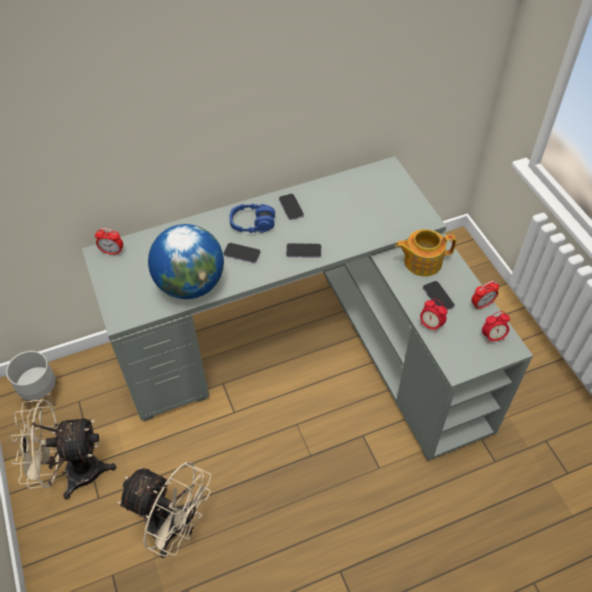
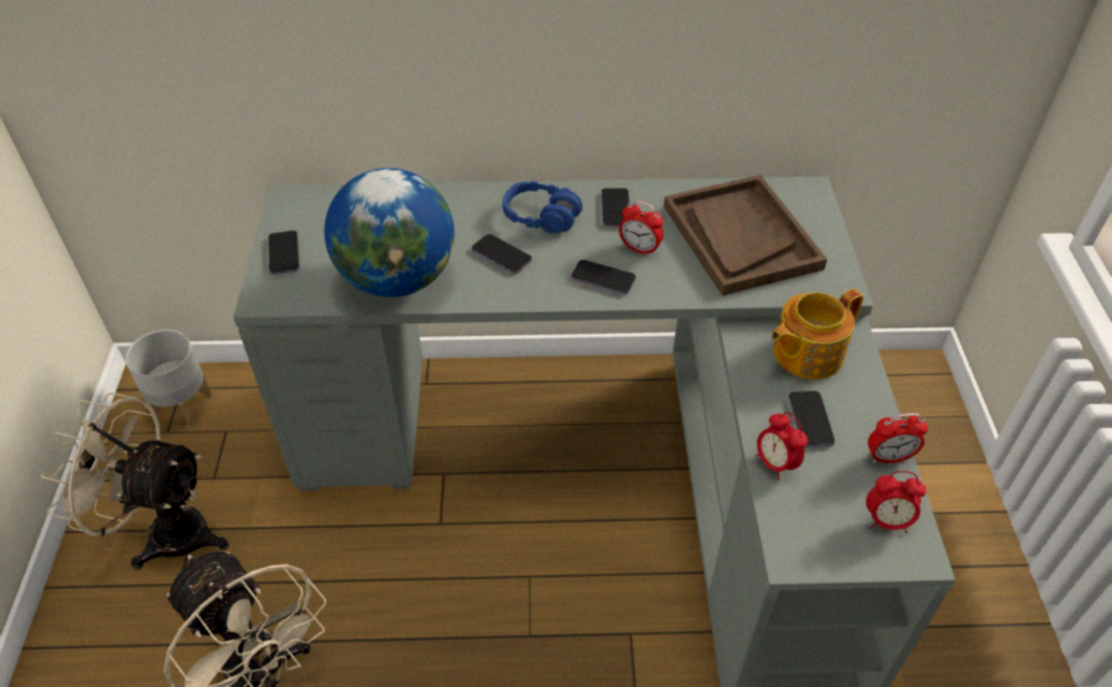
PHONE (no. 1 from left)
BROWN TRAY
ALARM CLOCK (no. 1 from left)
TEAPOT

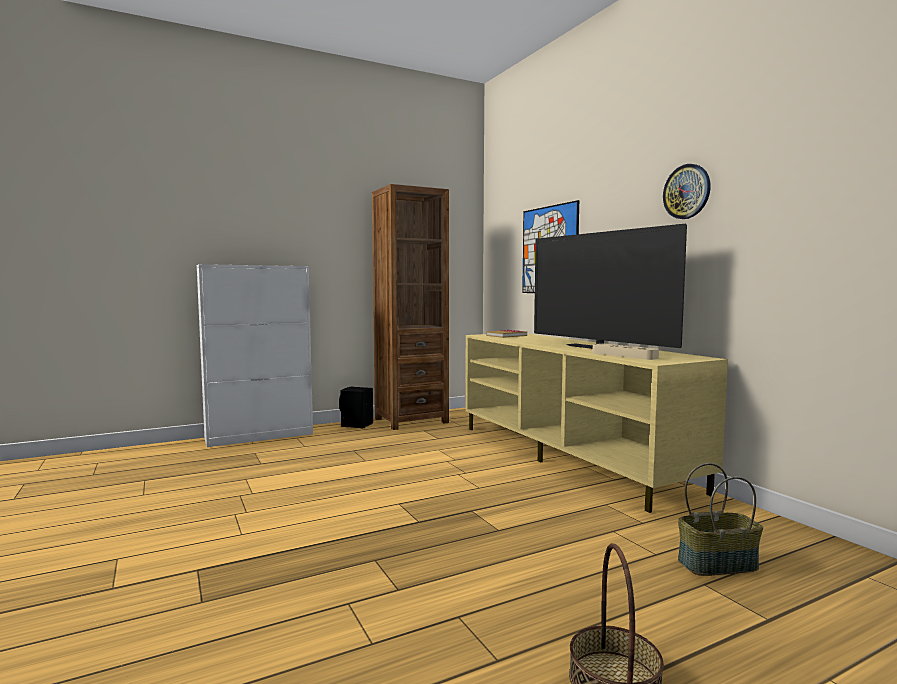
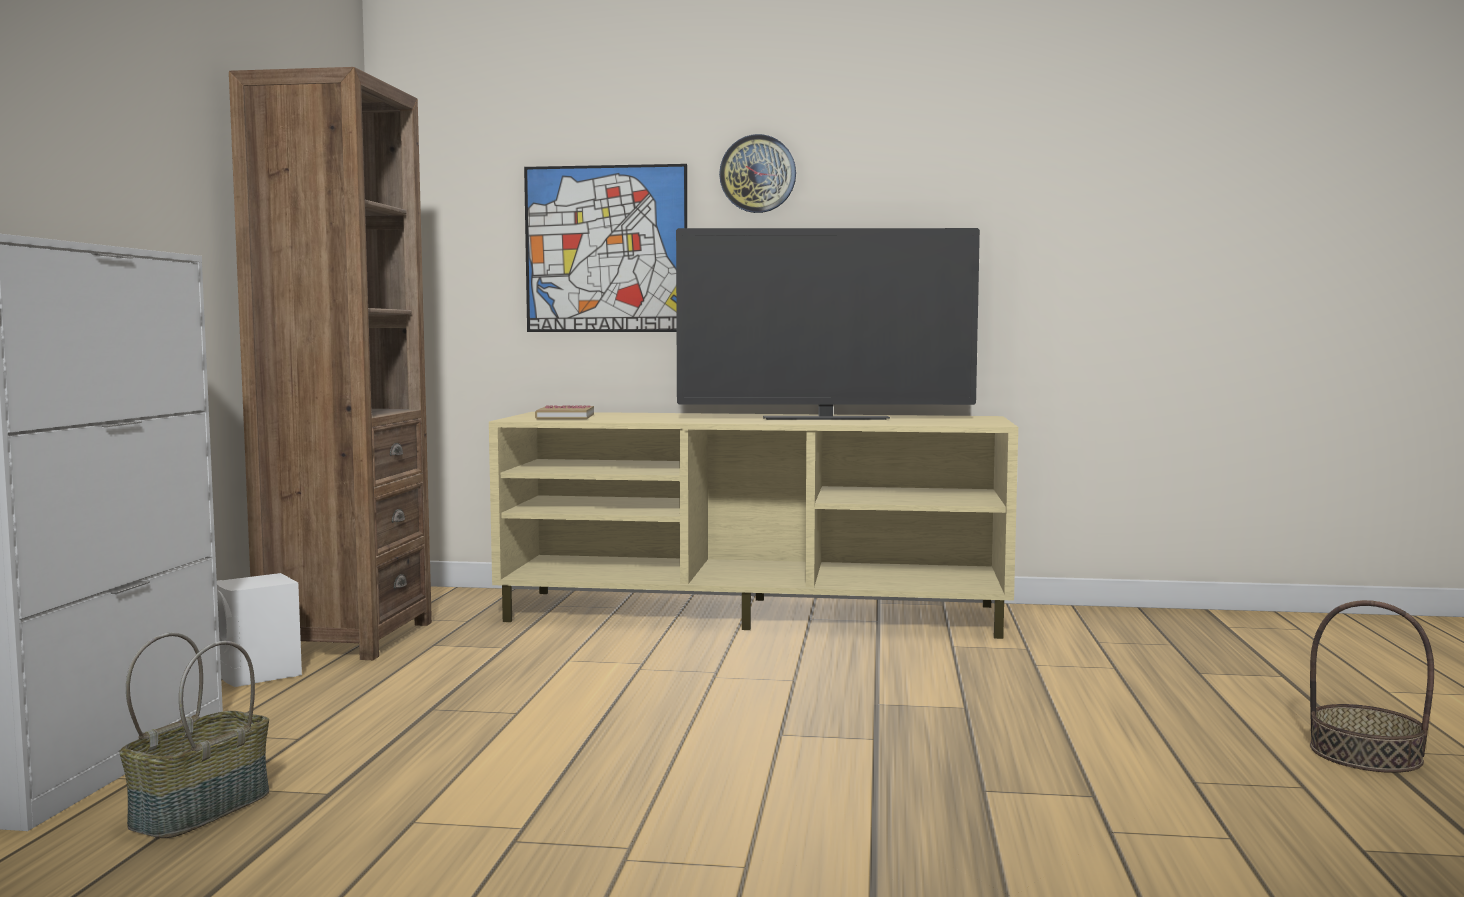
BEIGE TRAY
WALL CLOCK
BASKET (no. 1 from left)
WHITE SPEAKER

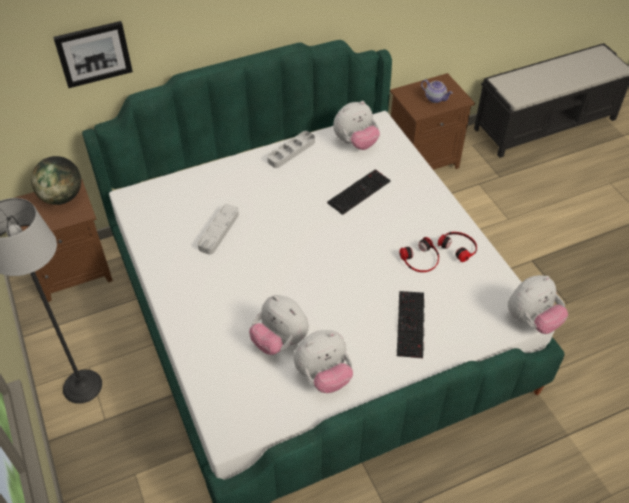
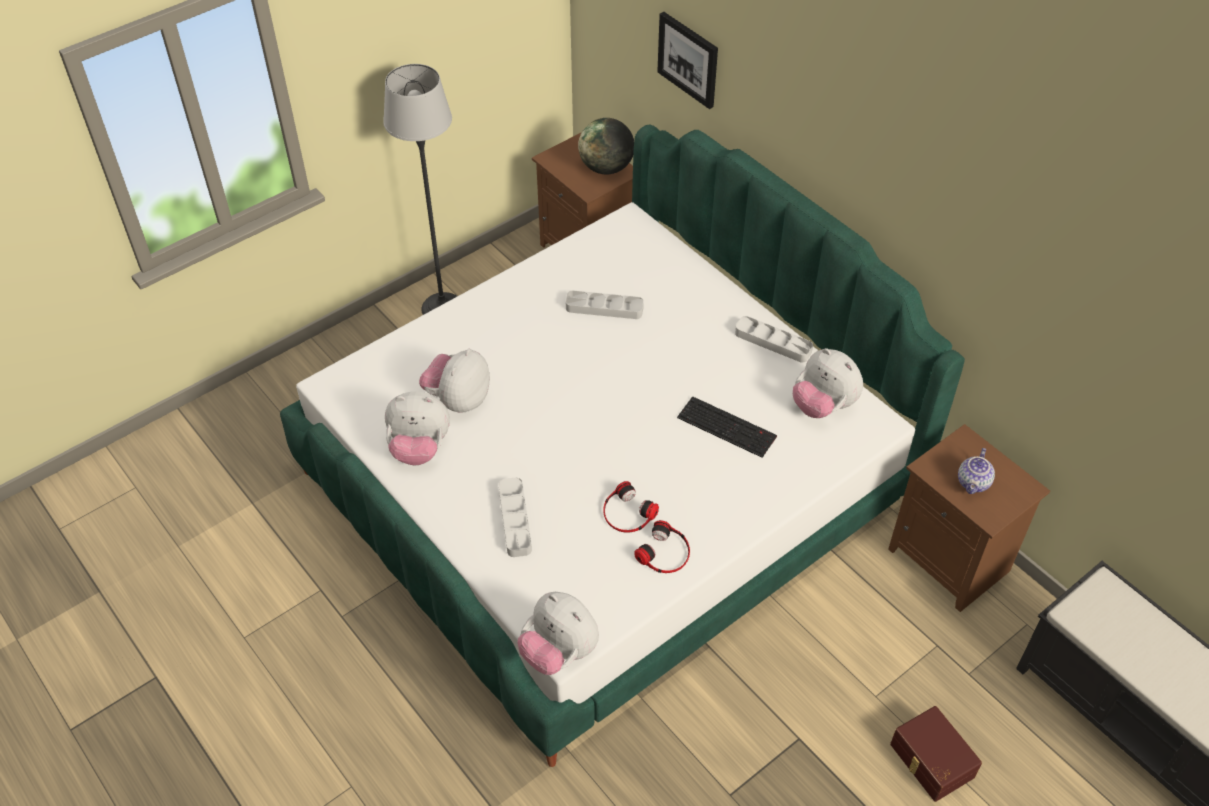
BROWN STORAGE BOX
GREY TRAY (no. 1 from left)
PLUSH TOY (no. 1 from left)

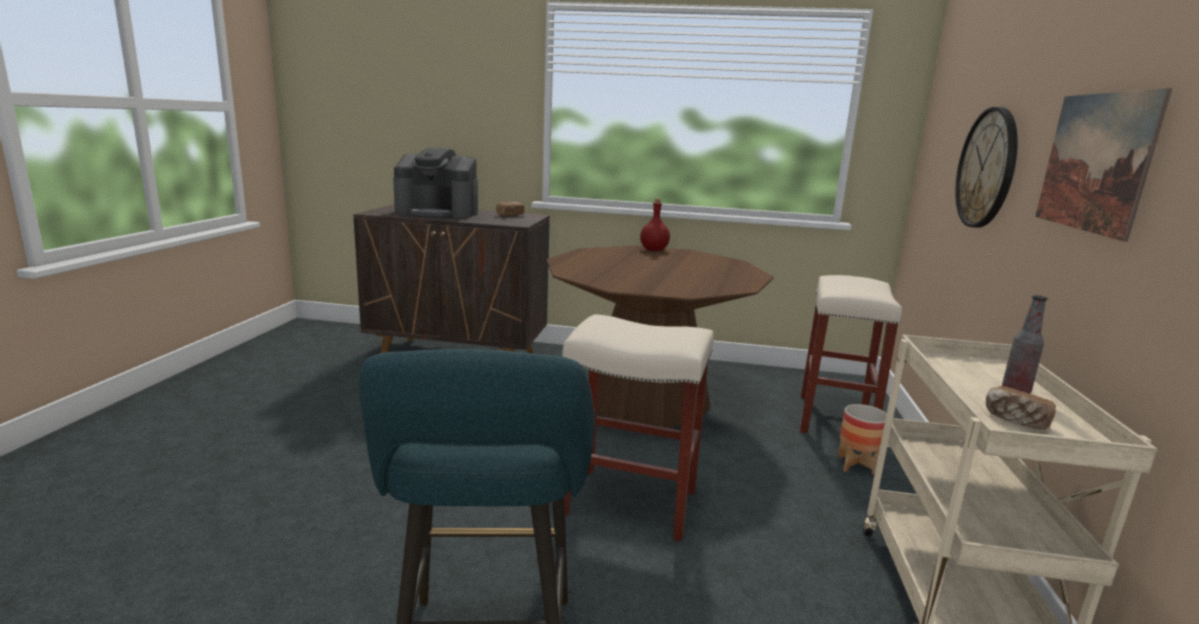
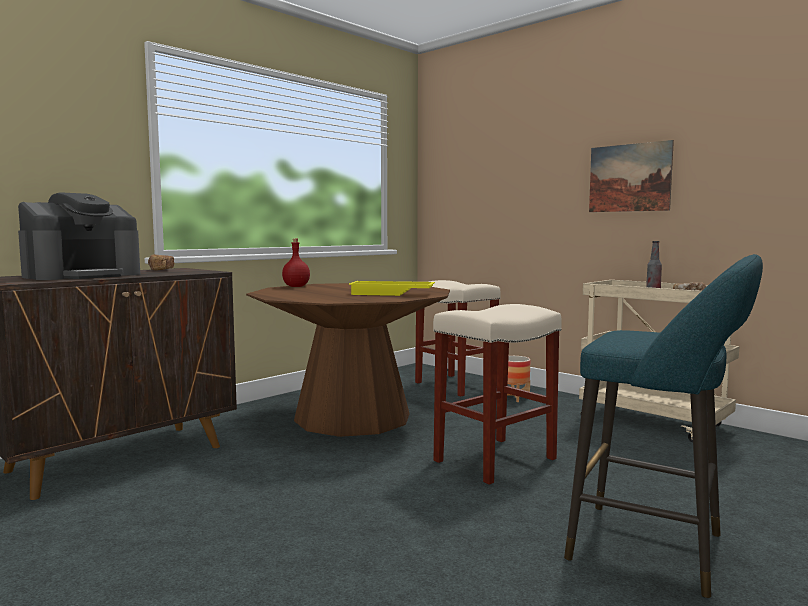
WALL CLOCK
YELLOW TRAY

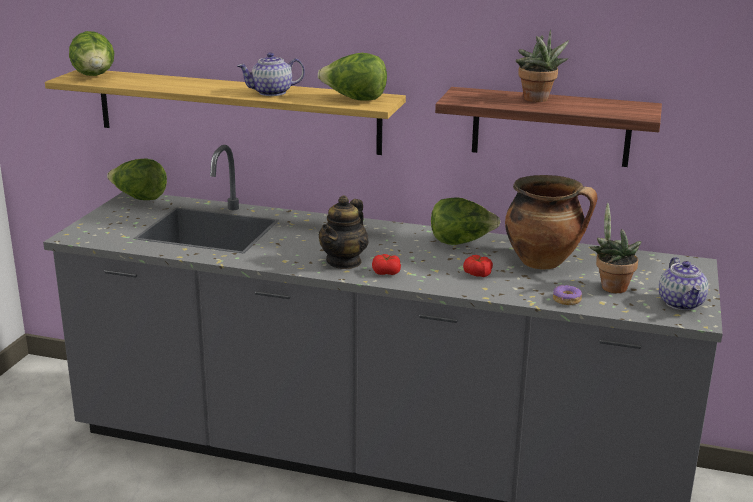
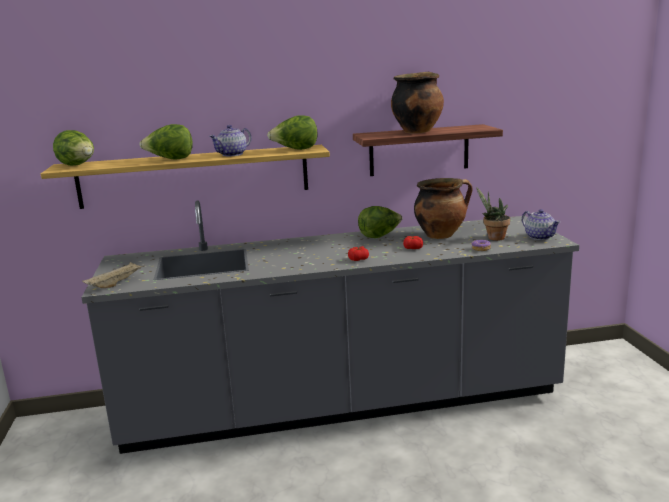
TEAPOT (no. 2 from left in the first image)
BEIGE TRAY
LETTUCE (no. 2 from left)
COOKING POT (no. 1 from left)

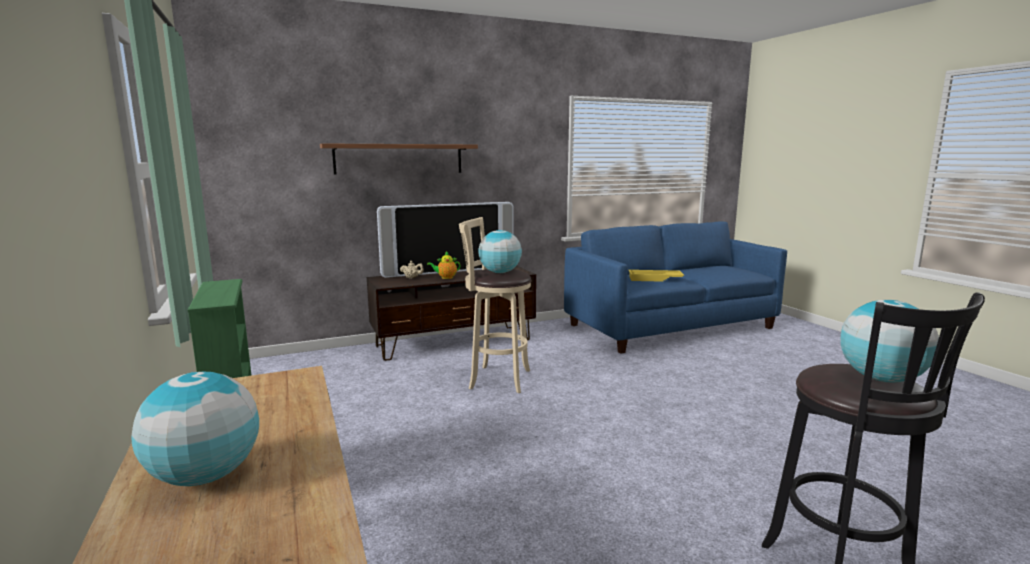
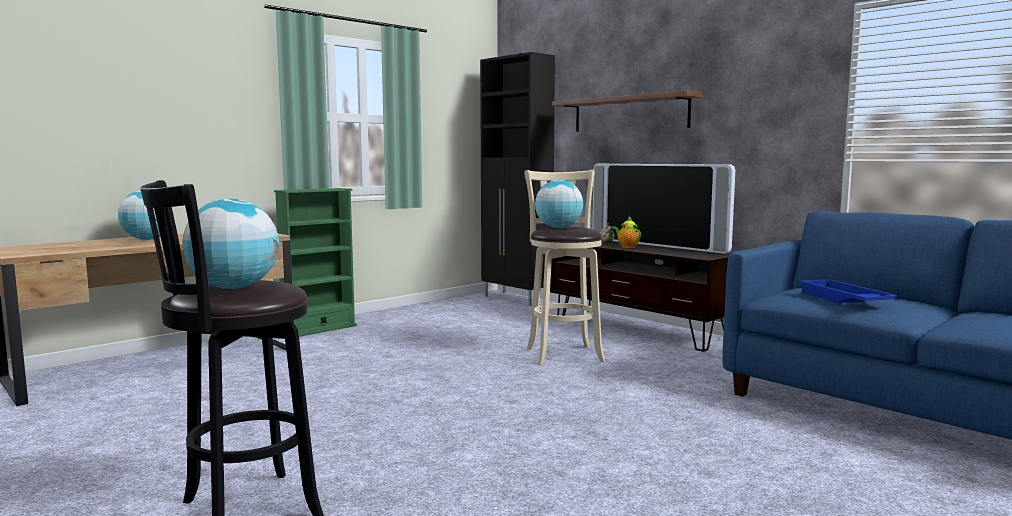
BLACK CABINET
BLUE TRAY

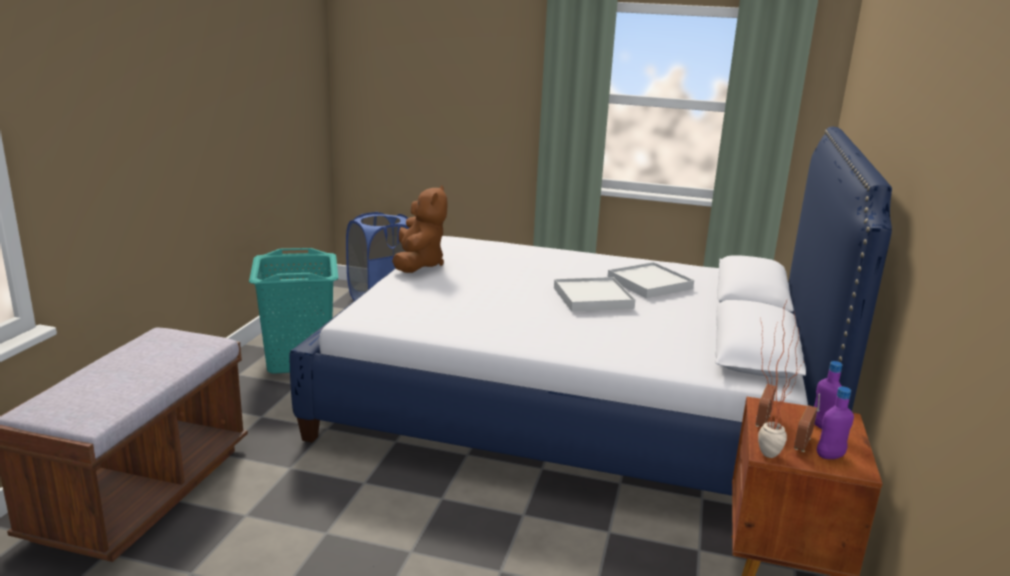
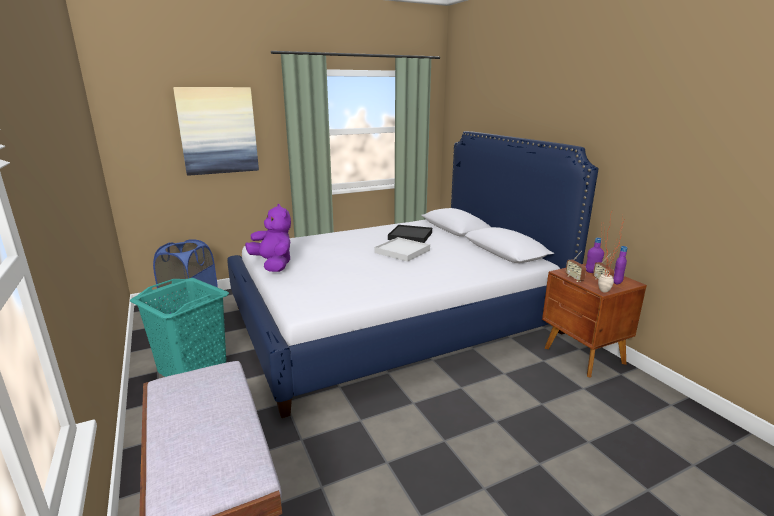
PICTURE
PURPLE PLUSH TOY
BLACK TRAY

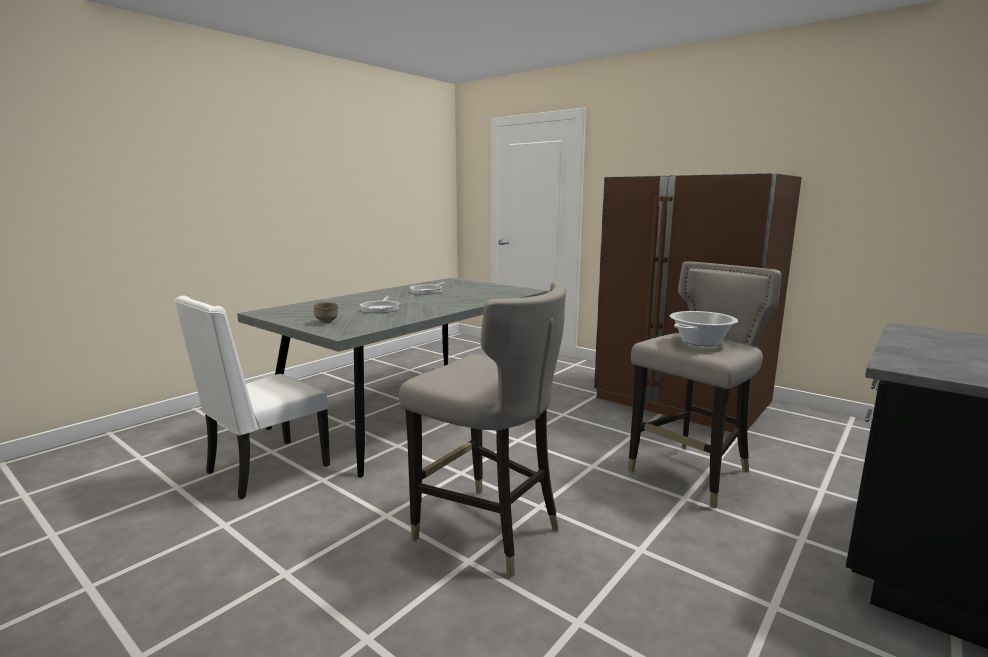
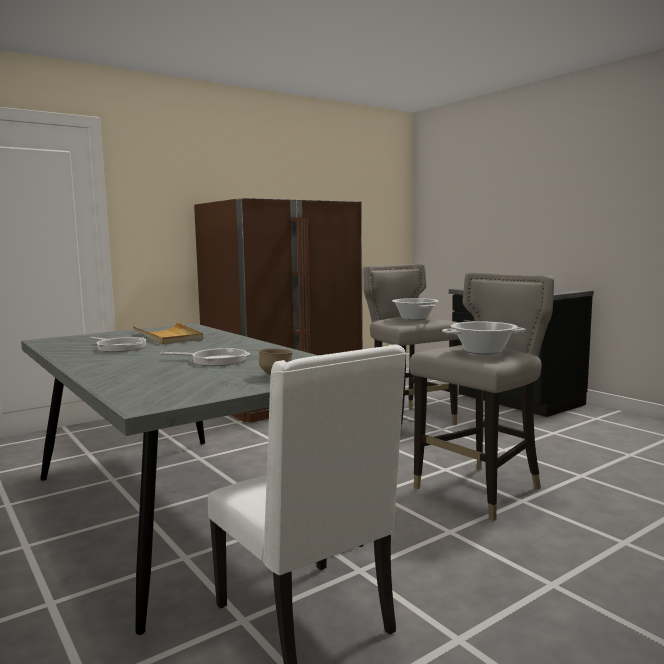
BEIGE TRAY
COOKING POT (no. 2 from left)

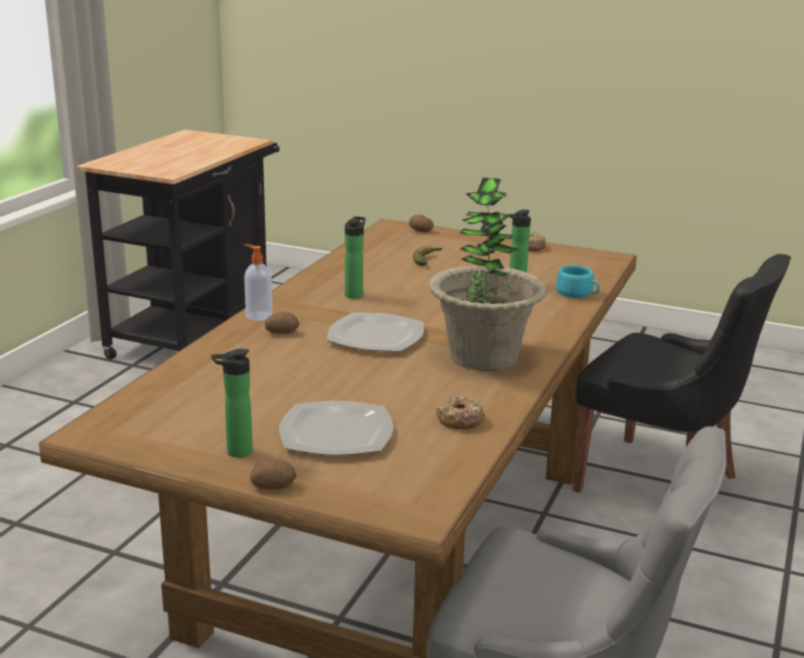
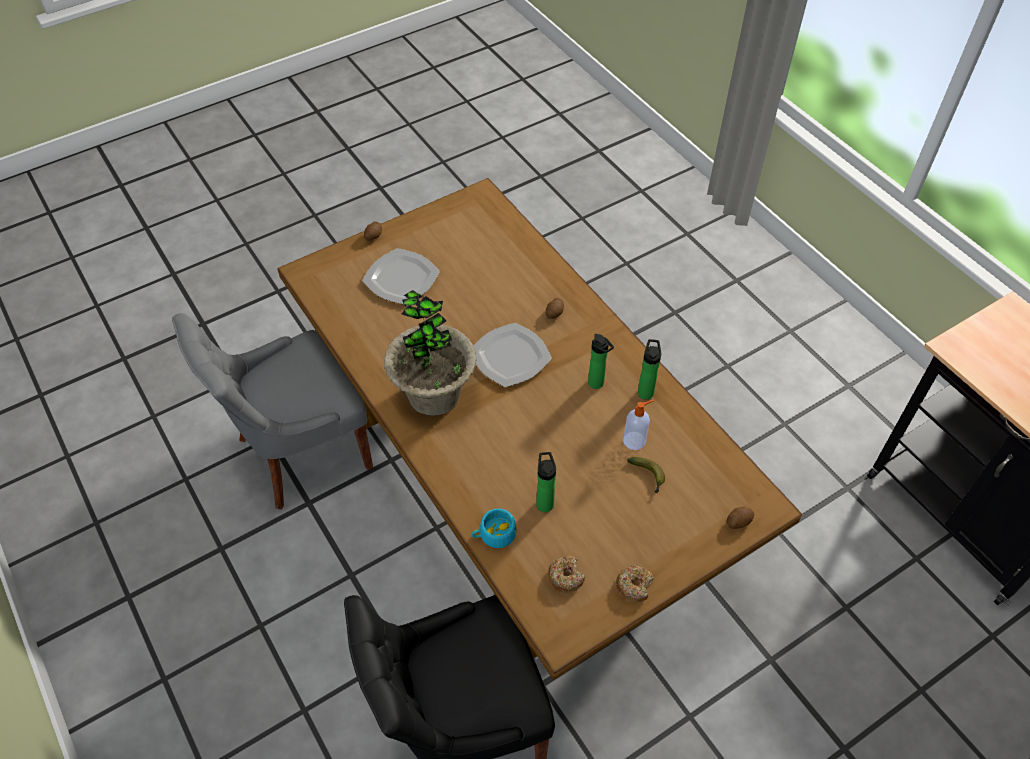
BOTTLE (no. 3 from left)
SOAP DISPENSER
DONUT (no. 1 from left)

